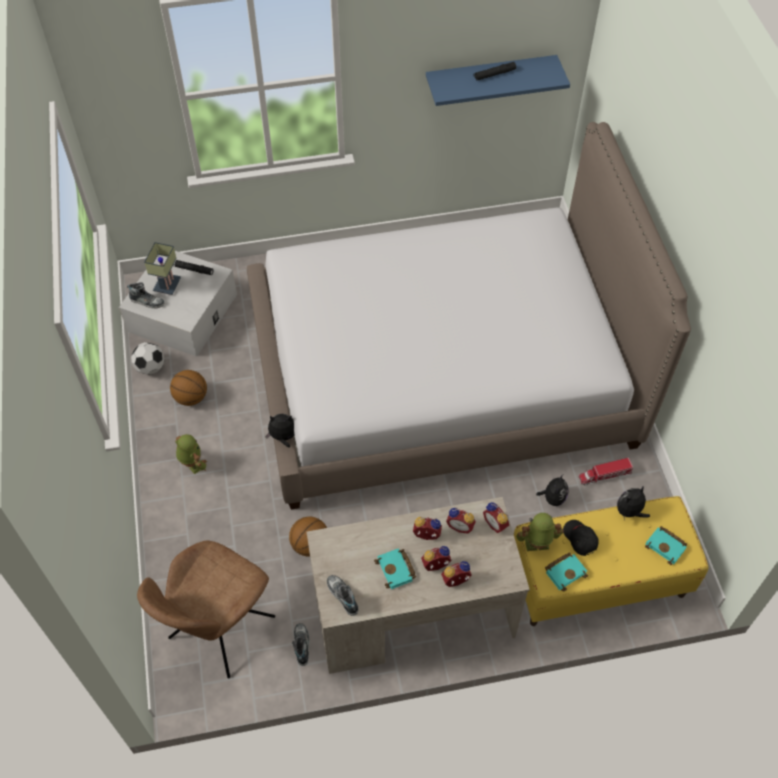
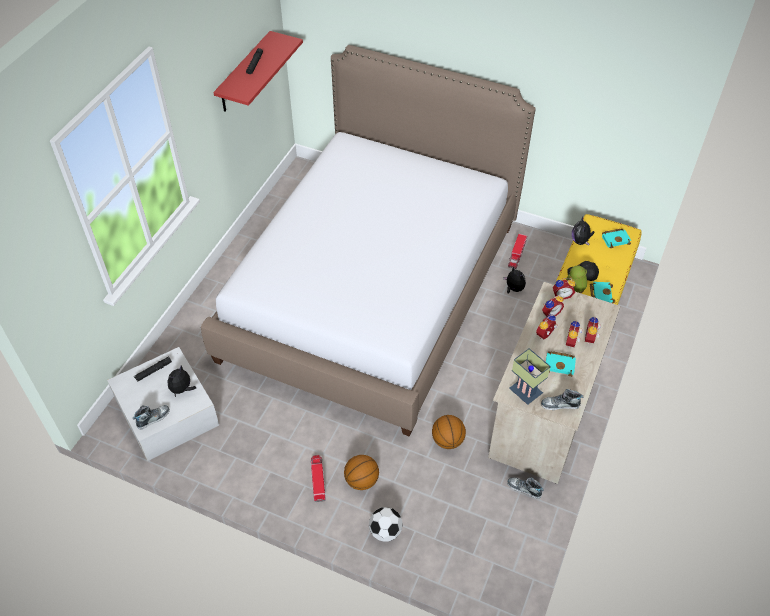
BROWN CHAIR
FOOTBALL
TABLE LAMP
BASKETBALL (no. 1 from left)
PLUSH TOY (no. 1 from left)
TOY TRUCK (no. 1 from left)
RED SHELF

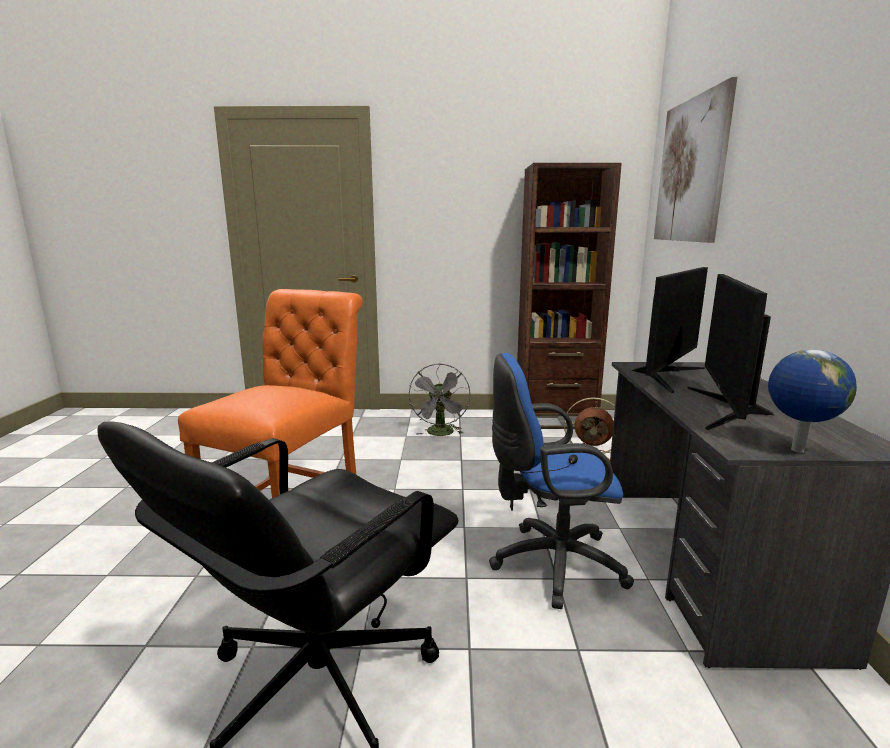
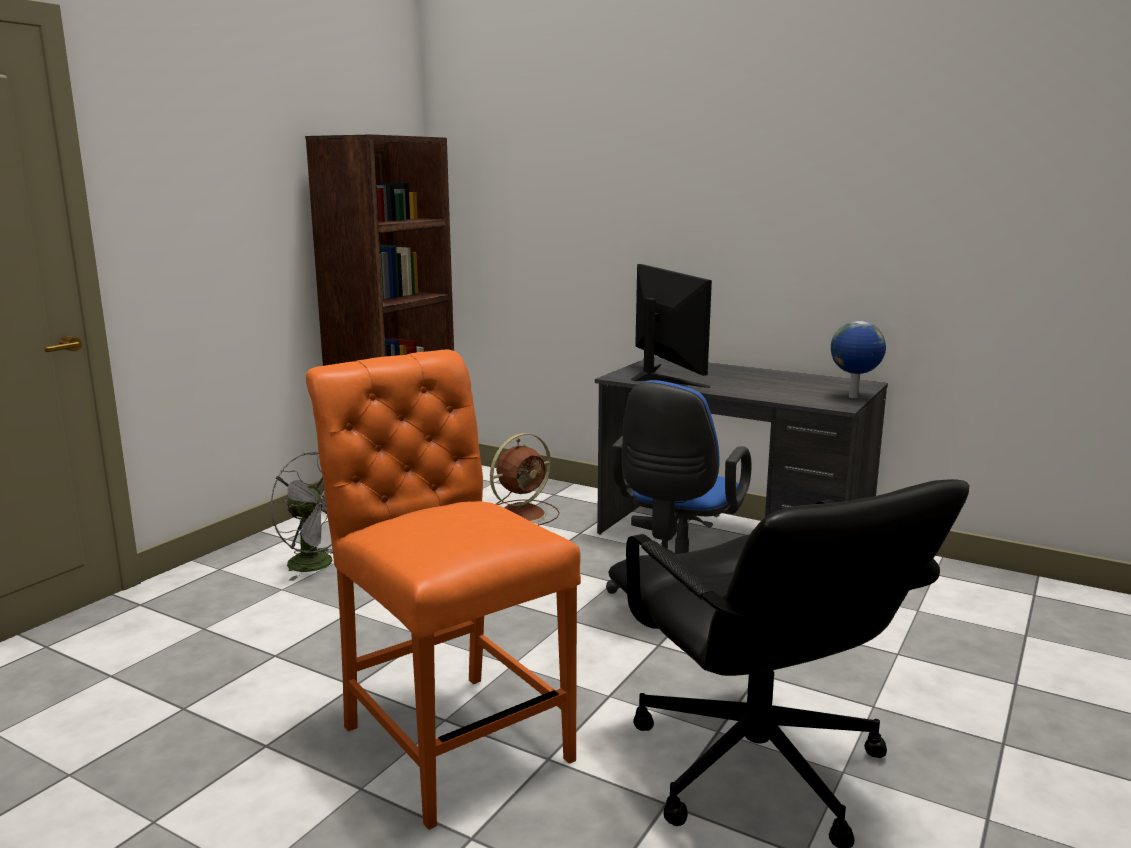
PICTURE
MONITOR (no. 2 from left in the first image)

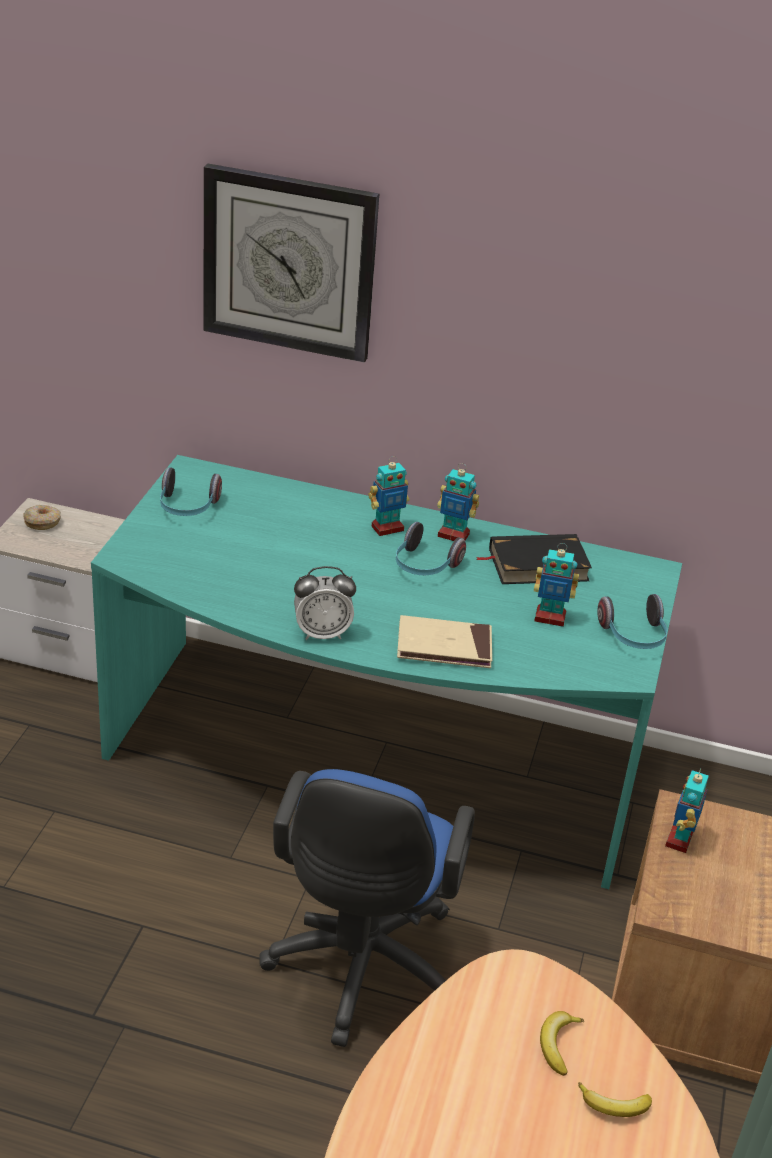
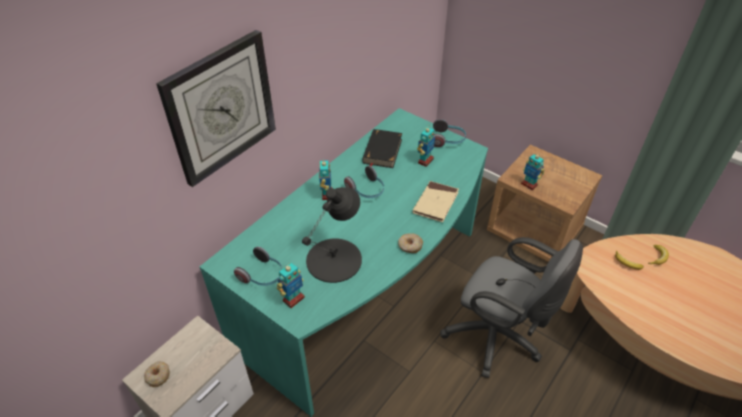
BLACK TABLE LAMP
TOY ROBOT (no. 1 from left)
DONUT (no. 2 from left)
GREY OFFICE CHAIR

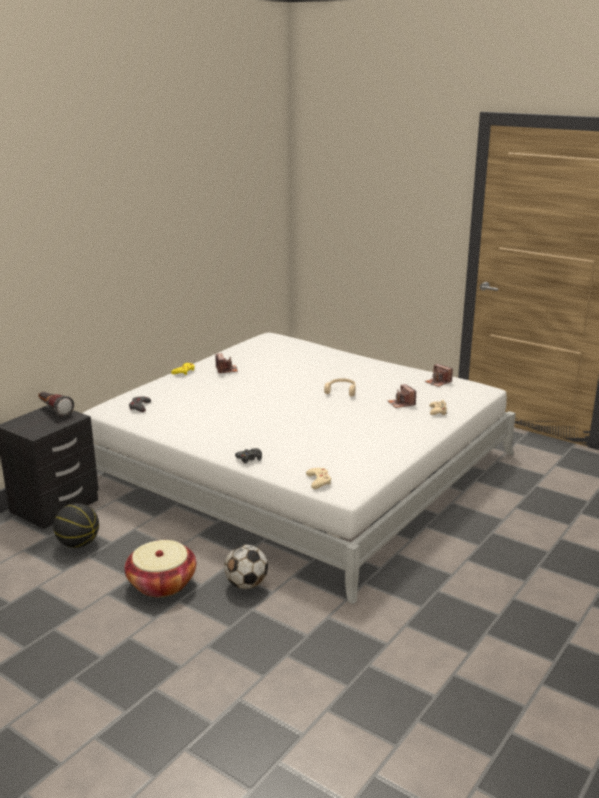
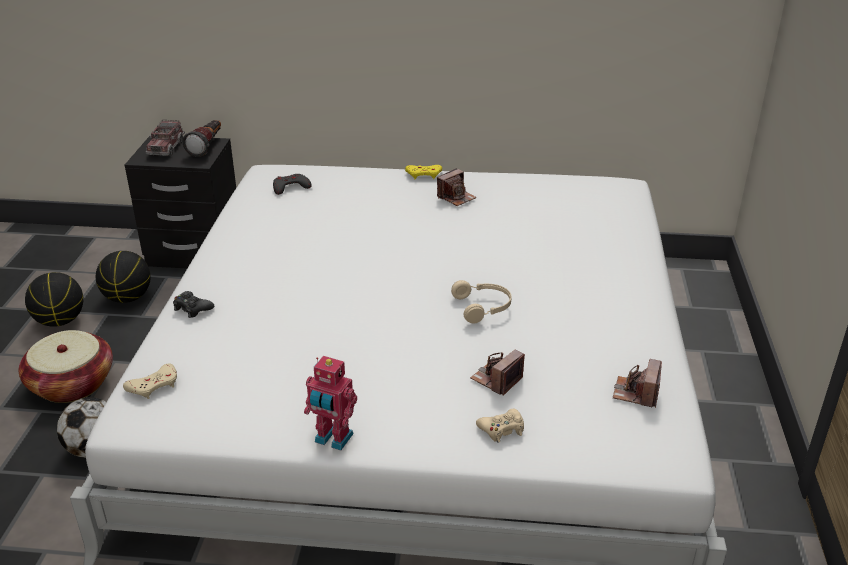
BASKETBALL (no. 1 from left)
TOY TRUCK
TOY ROBOT

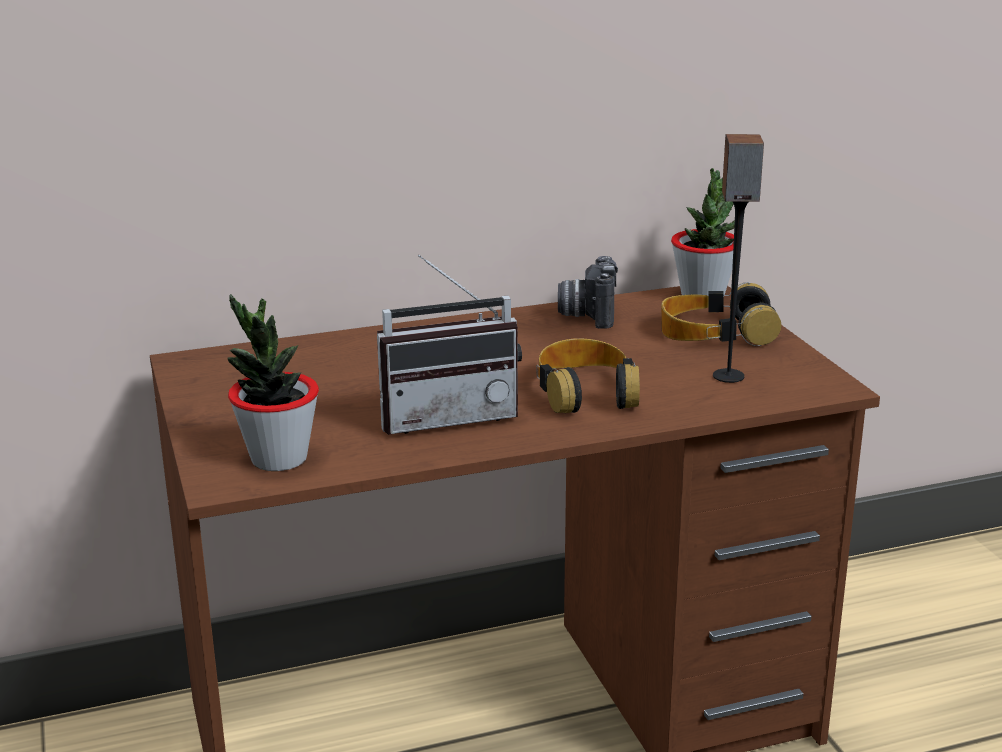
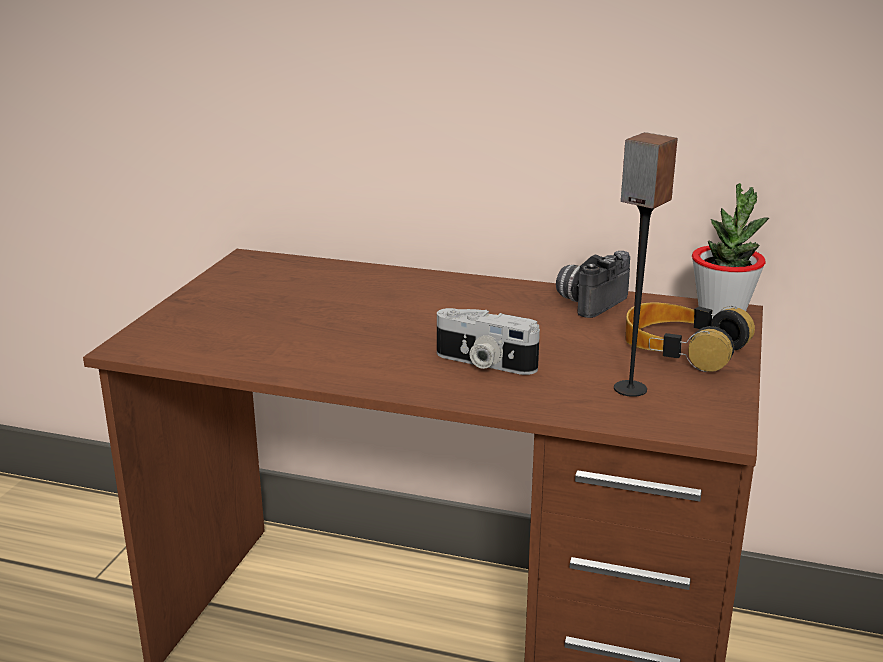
POTTED PLANT (no. 1 from left in the first image)
RADIO
PHOTO CAMERA (no. 1 from left)

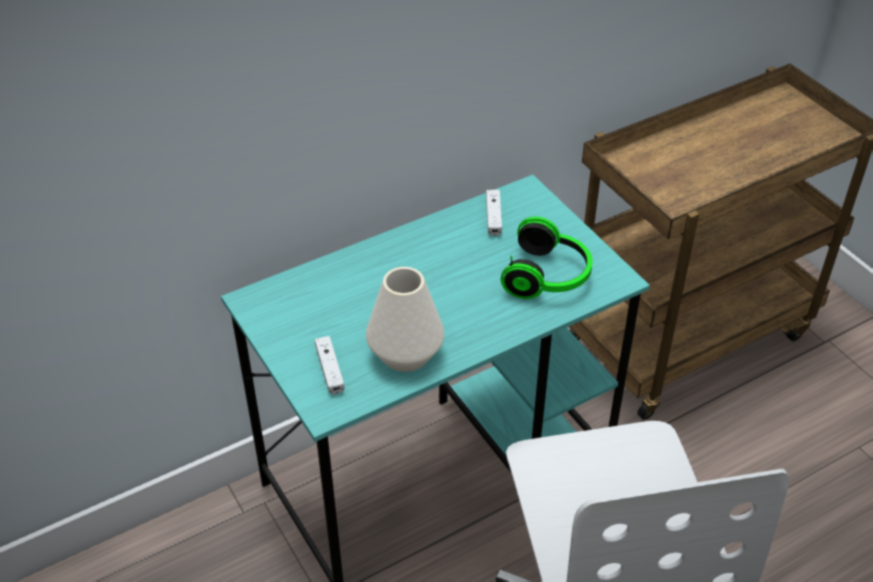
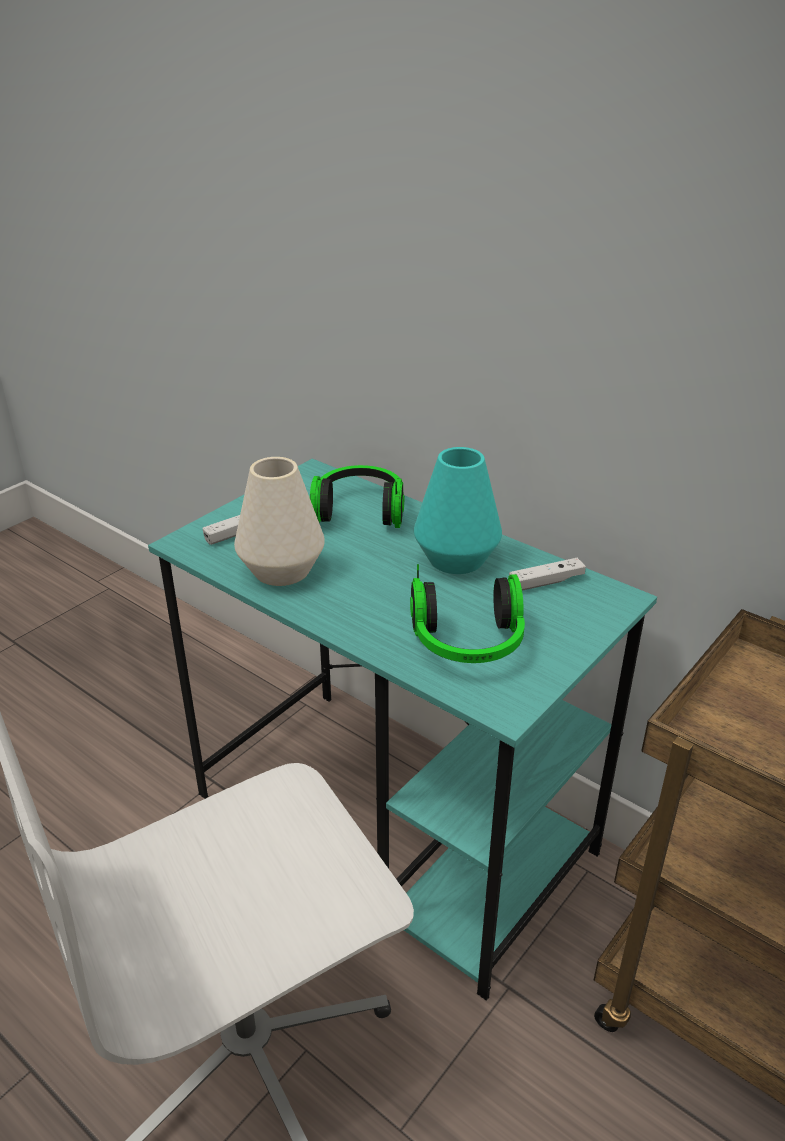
HEADPHONES (no. 1 from left)
TURQUOISE VASE

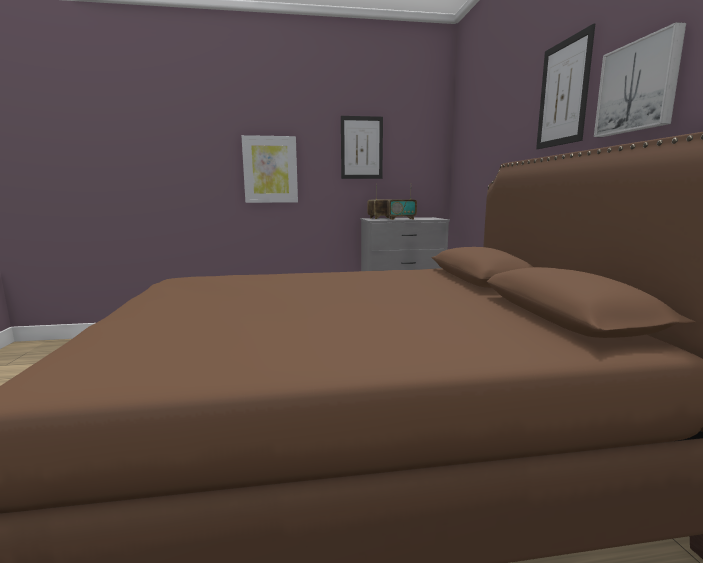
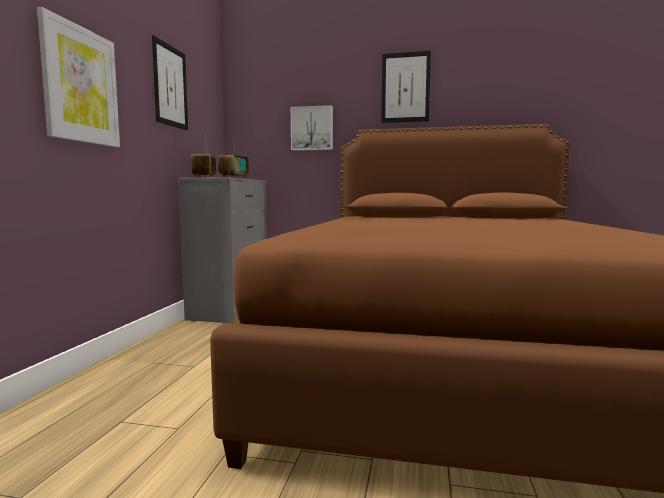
PICTURE (no. 3 from left)

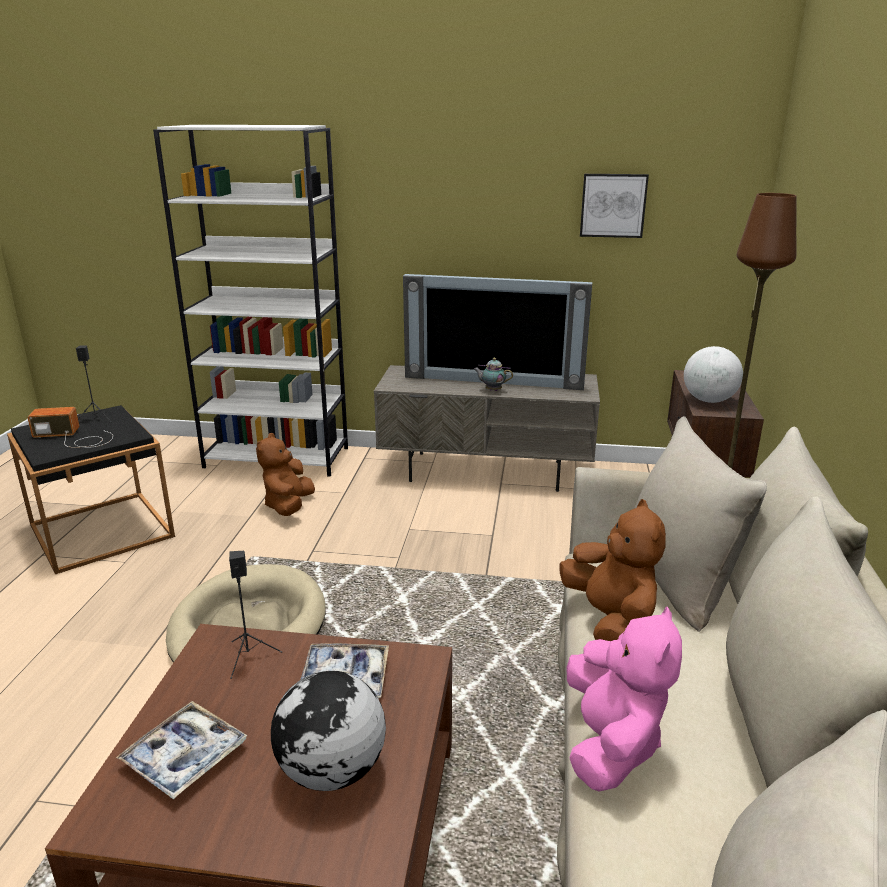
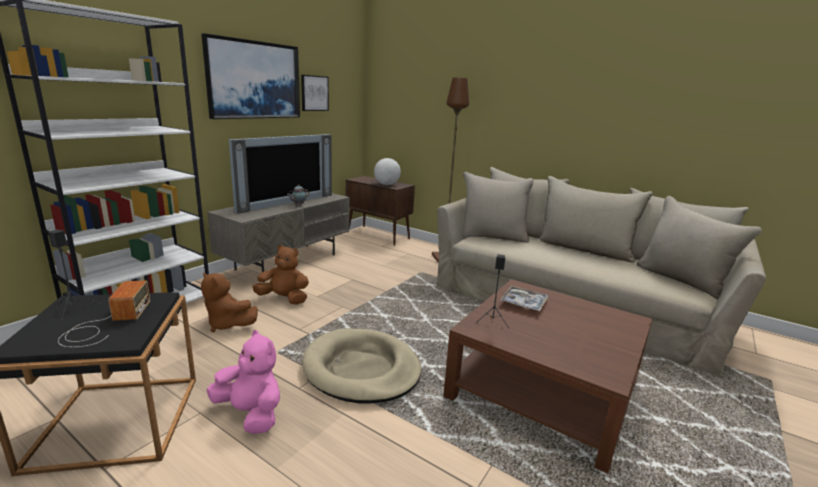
TRAY (no. 1 from left in the first image)
GLOBE (no. 1 from left in the first image)
PICTURE (no. 1 from left)
BROWN PLUSH TOY (no. 2 from left)
PINK PLUSH TOY
RADIO

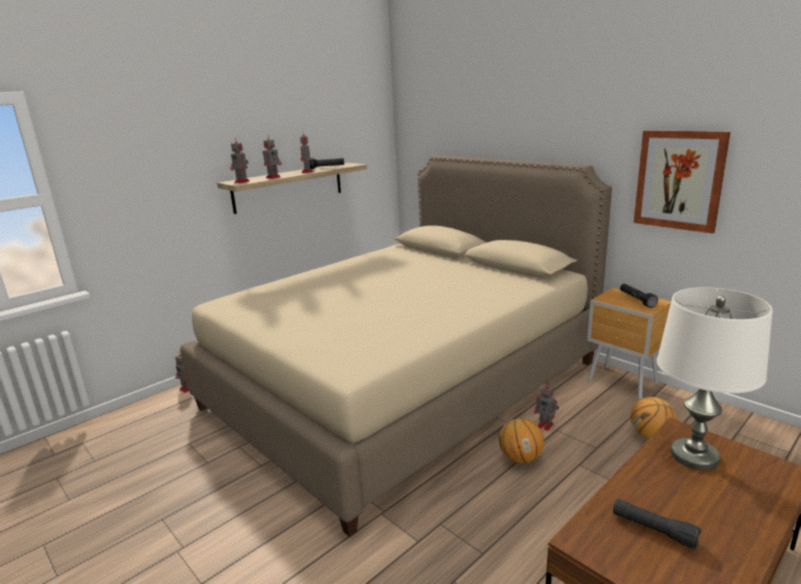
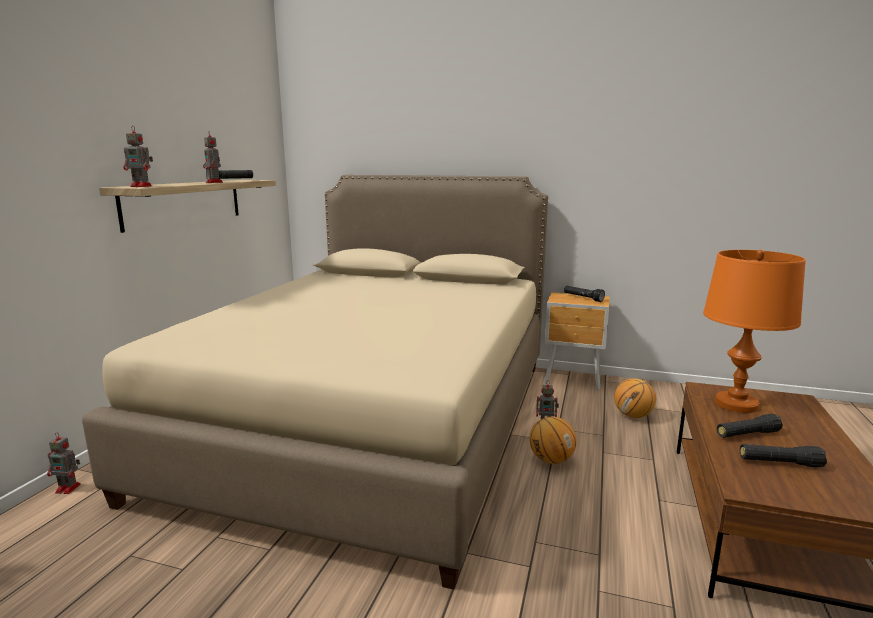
TOY ROBOT (no. 3 from left in the first image)
PICTURE
BLACK FLASHLIGHT (no. 3 from left)
ORANGE TABLE LAMP

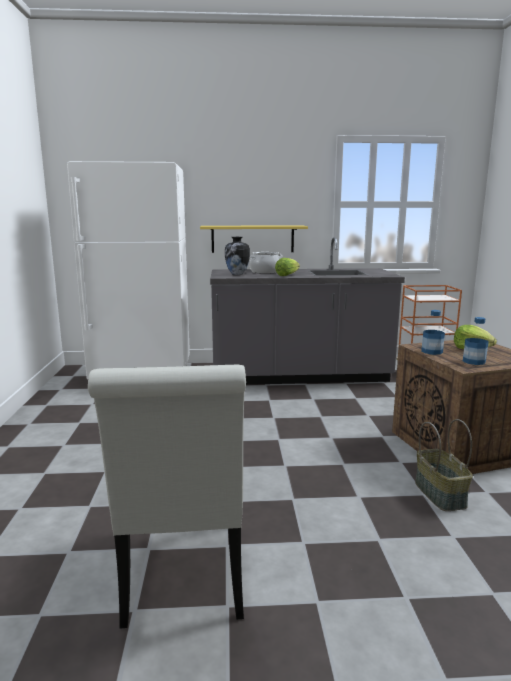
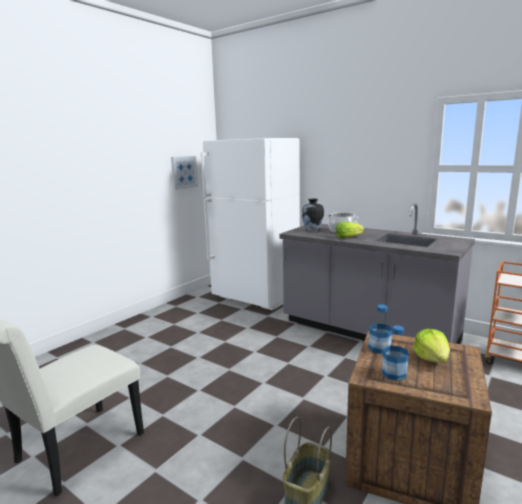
YELLOW SHELF
PICTURE

